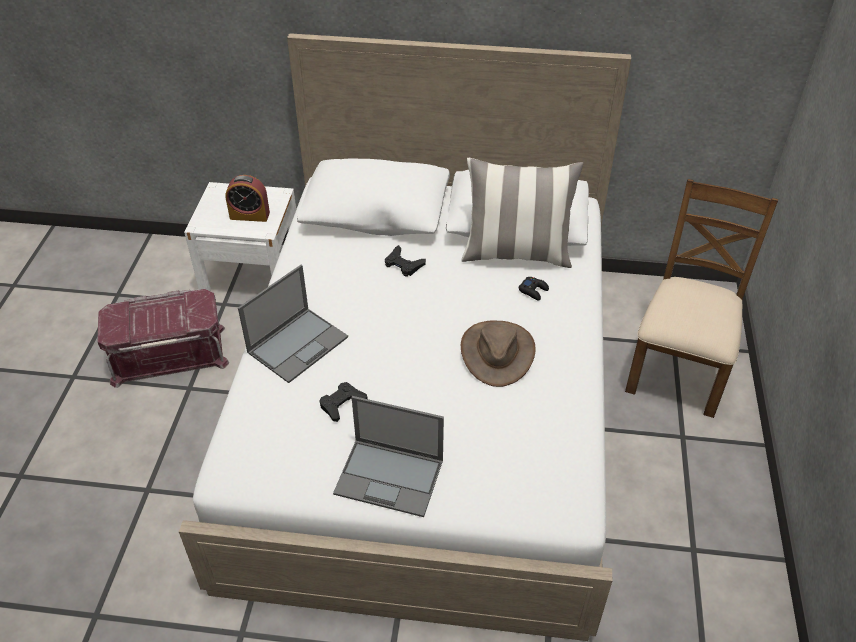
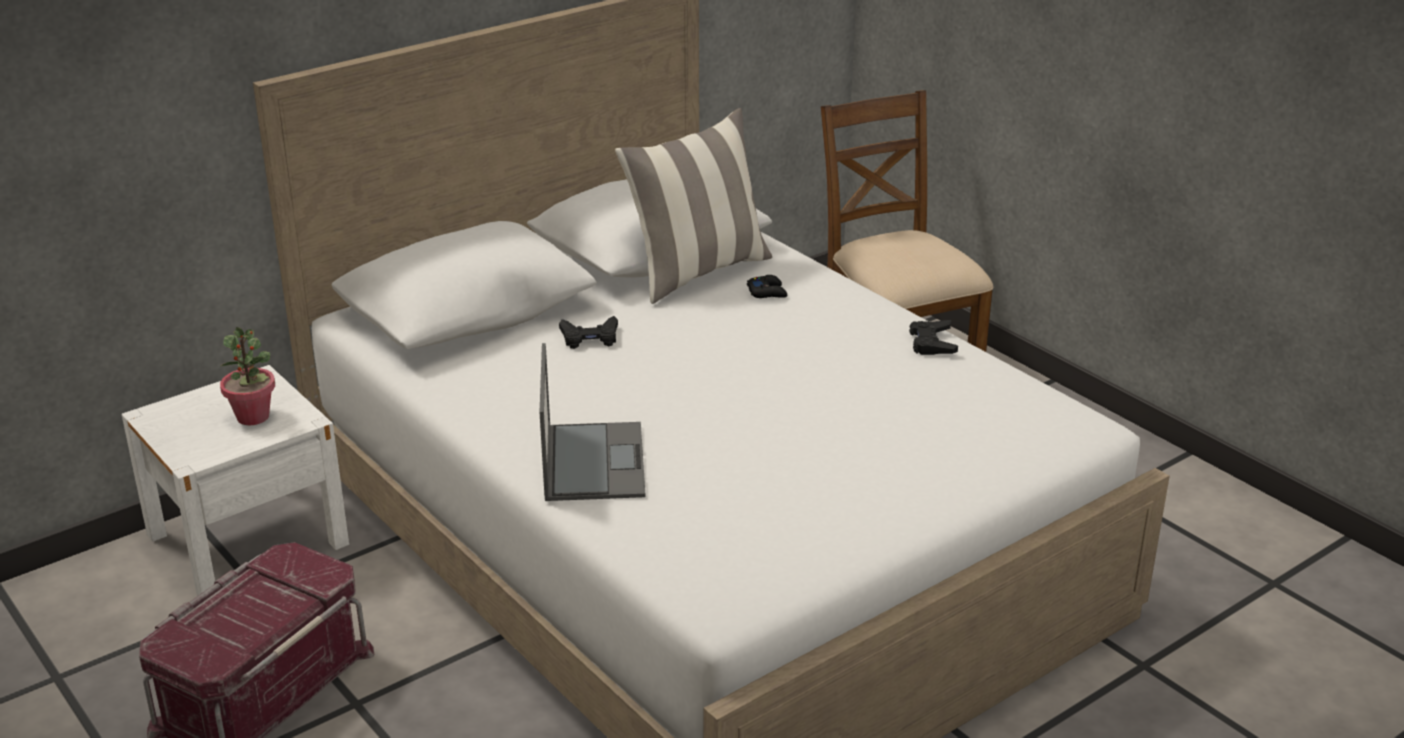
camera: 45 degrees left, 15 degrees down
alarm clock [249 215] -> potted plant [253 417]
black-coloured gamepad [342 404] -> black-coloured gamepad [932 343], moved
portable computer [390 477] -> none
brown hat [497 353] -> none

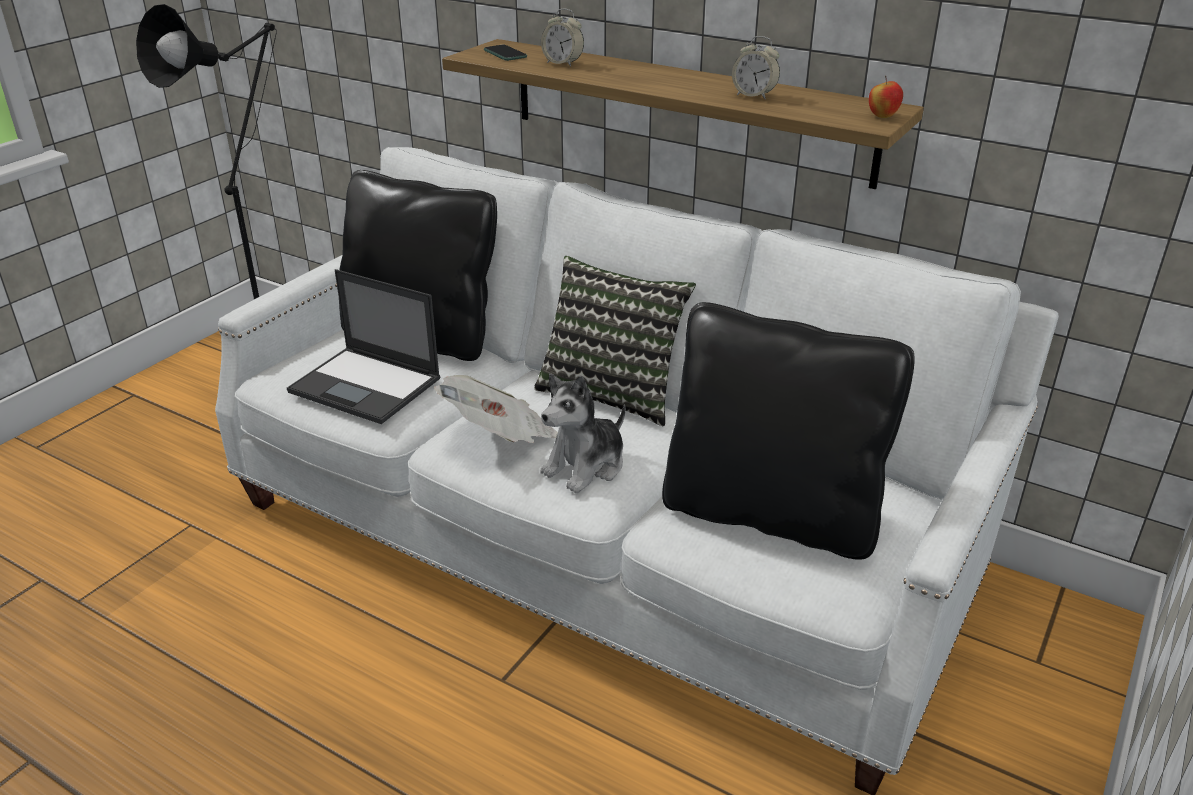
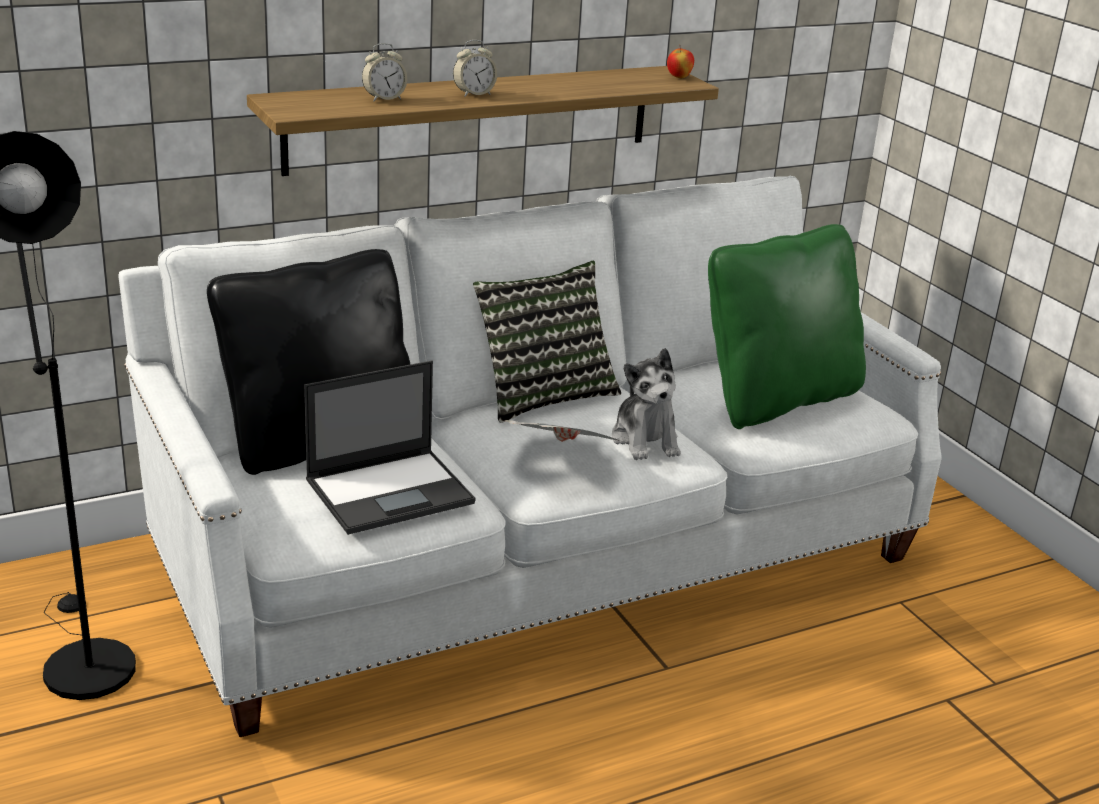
camera: 60 degrees left, 5 degrees down
handset [505 54] -> none
black-coloured pillow [770 514] -> green pillow [777 399]
alarm clock [754 95] -> alarm clock [474 94], moved

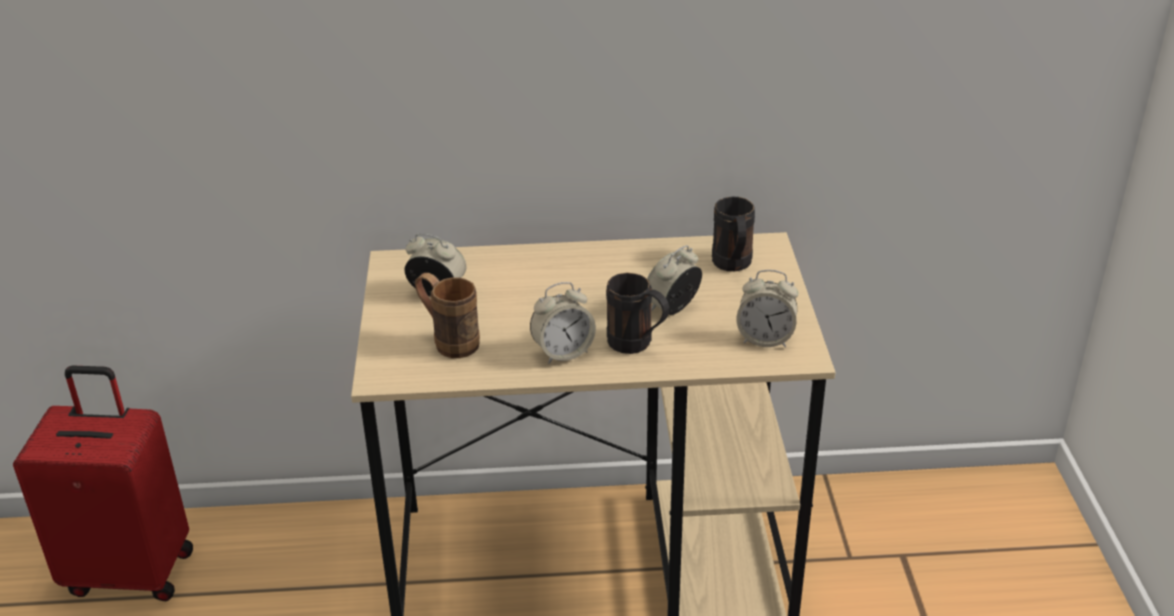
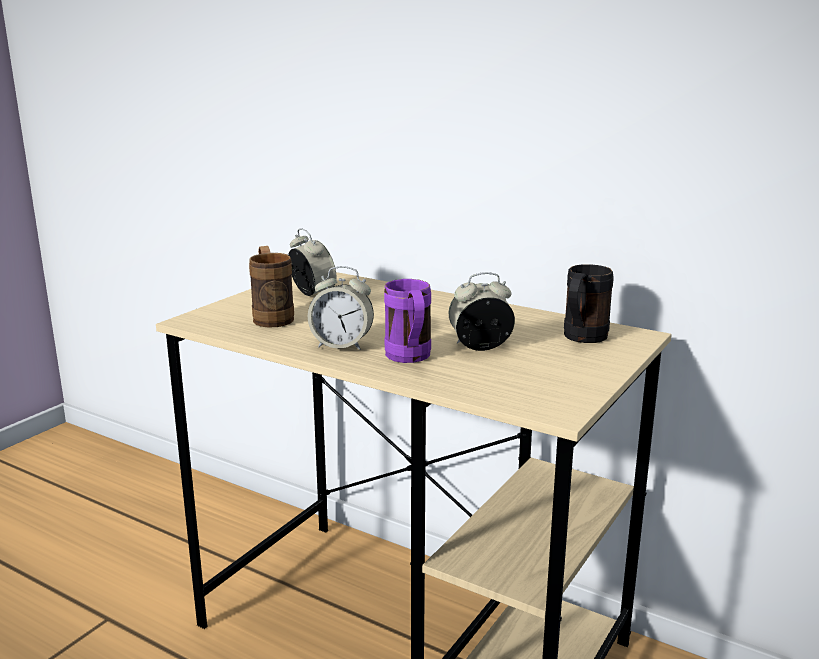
camera: 35 degrees right, 15 degrees down
red piece of luggage [131 570] -> none
black-coloured tea mug [637 345] -> purplish tea mug [410 359]
alarm clock [765 339] -> none

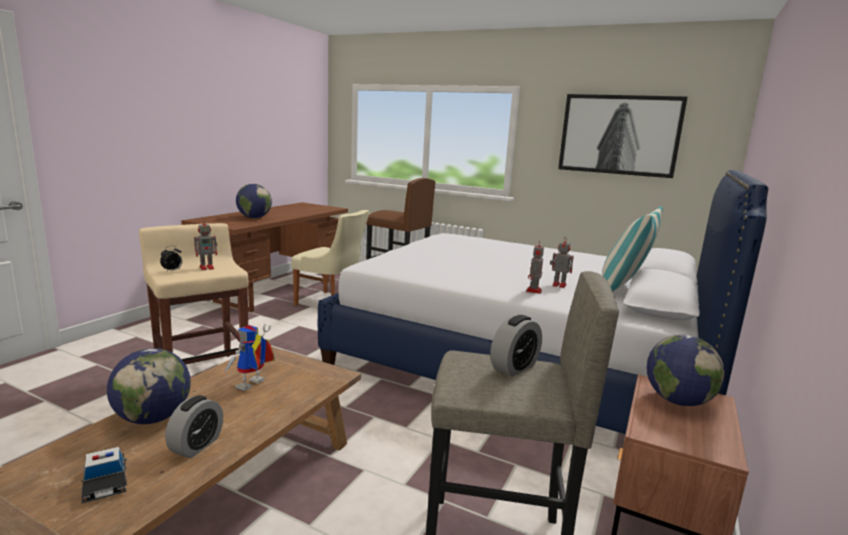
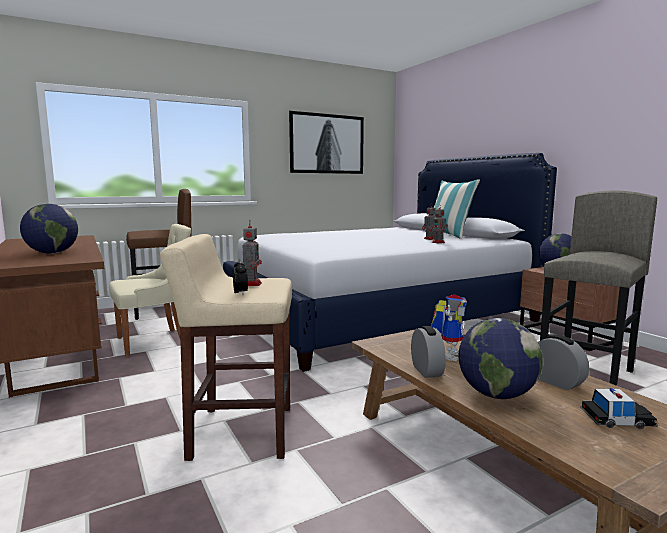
camera: 55 degrees left, 5 degrees down
model robot [252 386] -> model robot [449 354], 120 degrees counterclockwise
alarm clock [514 367] -> alarm clock [426 370], moved

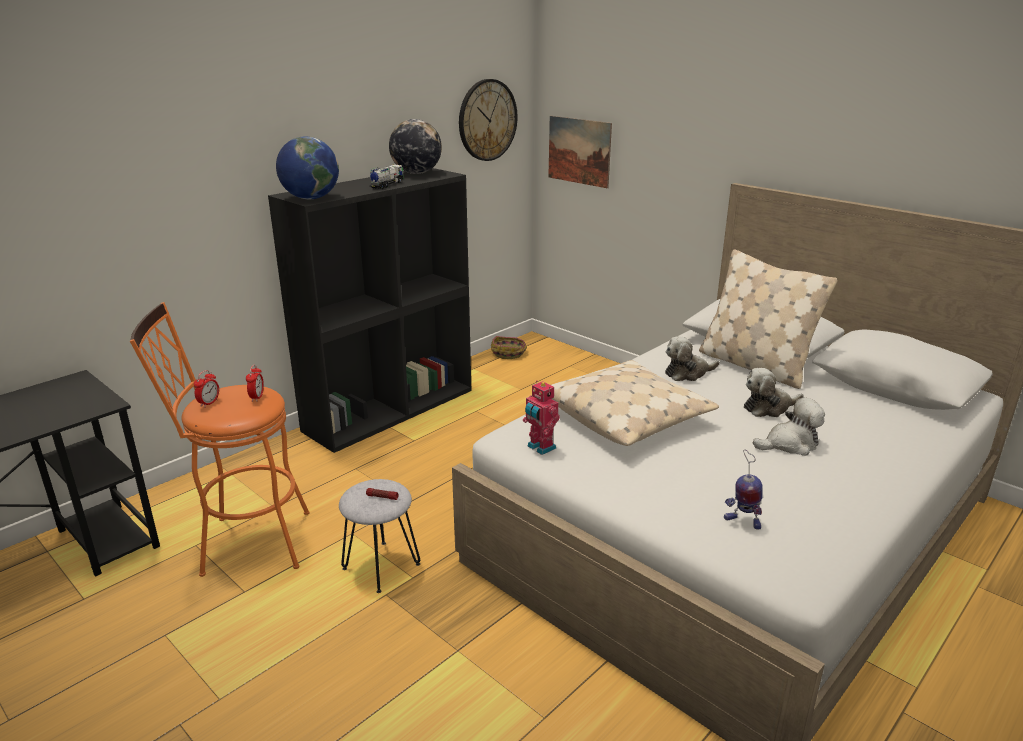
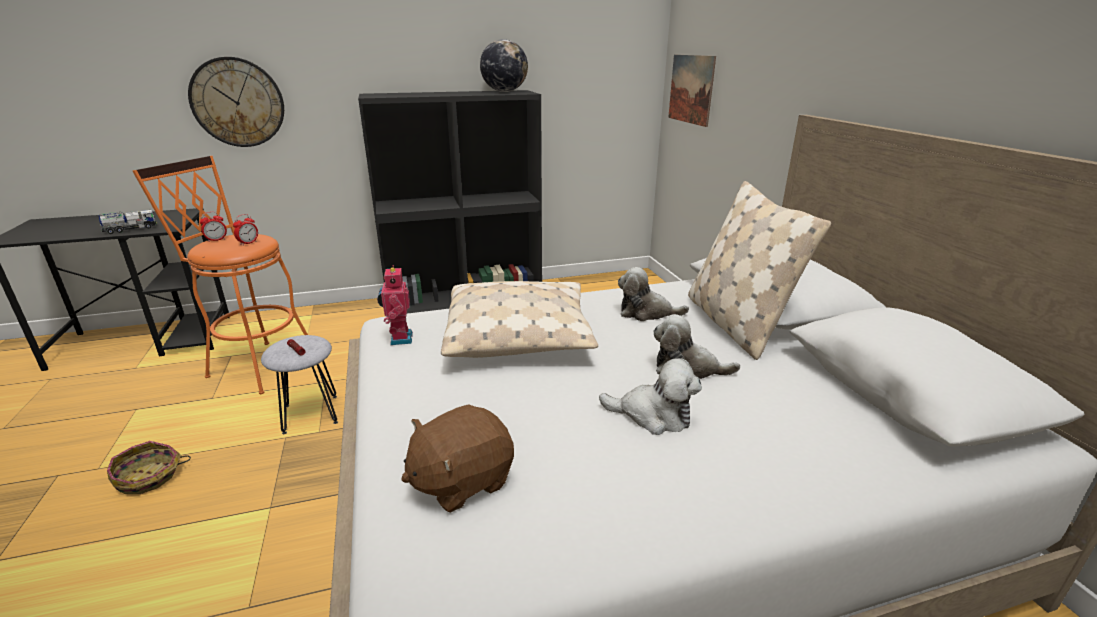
camera: 30 degrees right, 0 degrees up
world globe [311 198] -> none
model truck [386 185] -> model truck [131 229], moved
wall clock [487 120] -> wall clock [238 102], moved
basket [509 353] -> basket [149 477], moved
model robot [742 521] -> brown plush toy [461 481]

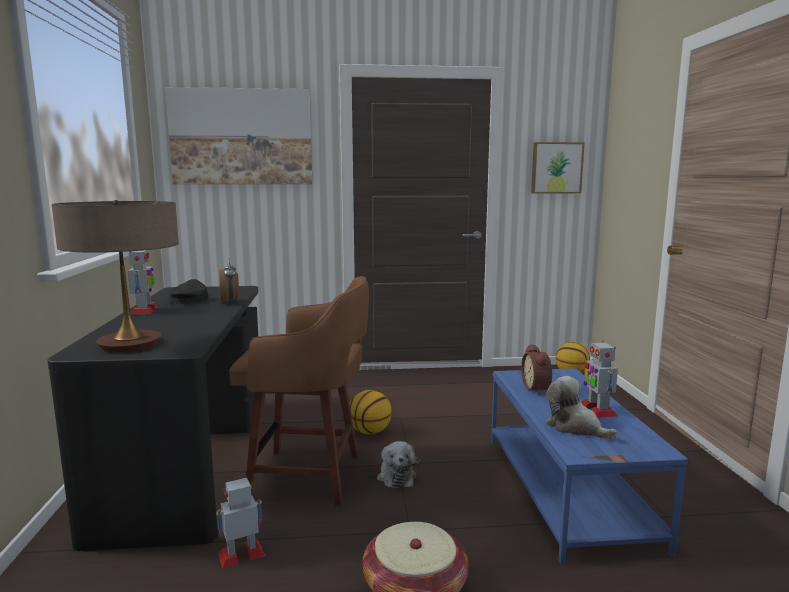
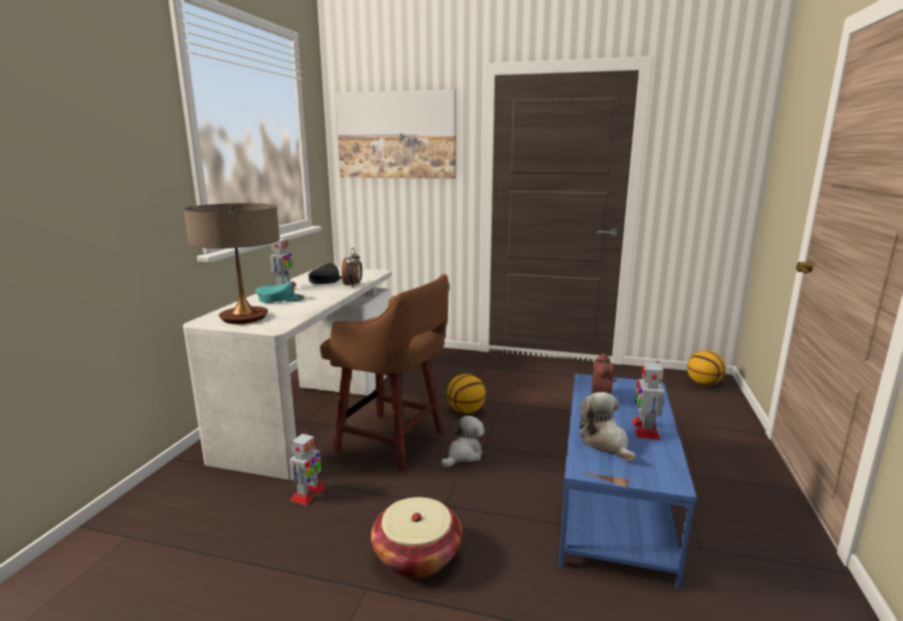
camera: 20 degrees right, 5 degrees up
black-coloured desk table [189 458] -> white-coloured desk table [314 409]
model robot [242 554] -> model robot [308 493], 120 degrees clockwise
plush toy [396 476] -> plush toy [464 455], 150 degrees counterclockwise
wall picture [556 168] -> none
none -> turquoise peaked cap [280 299]

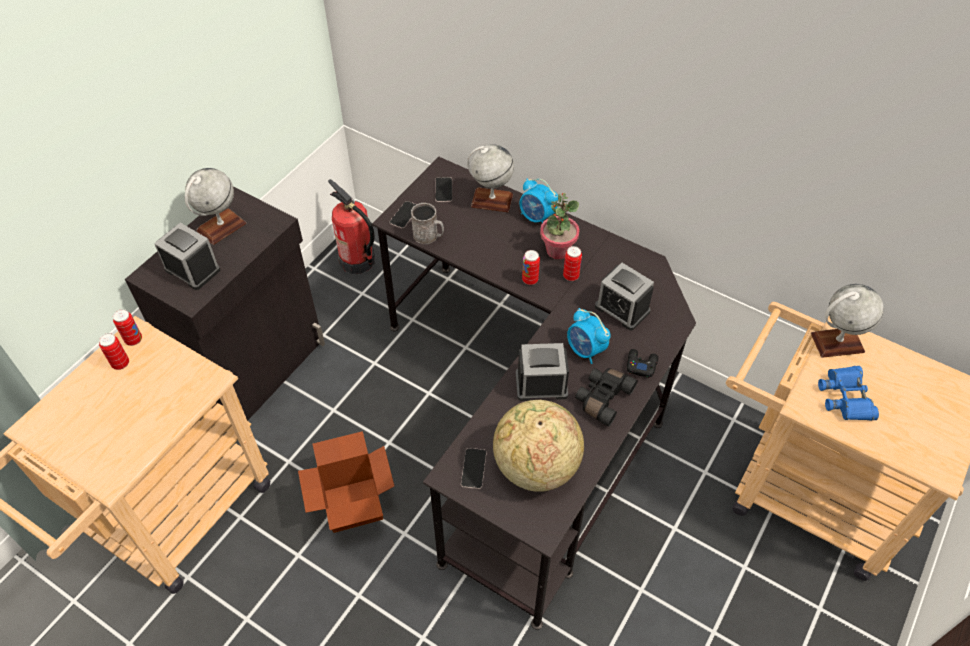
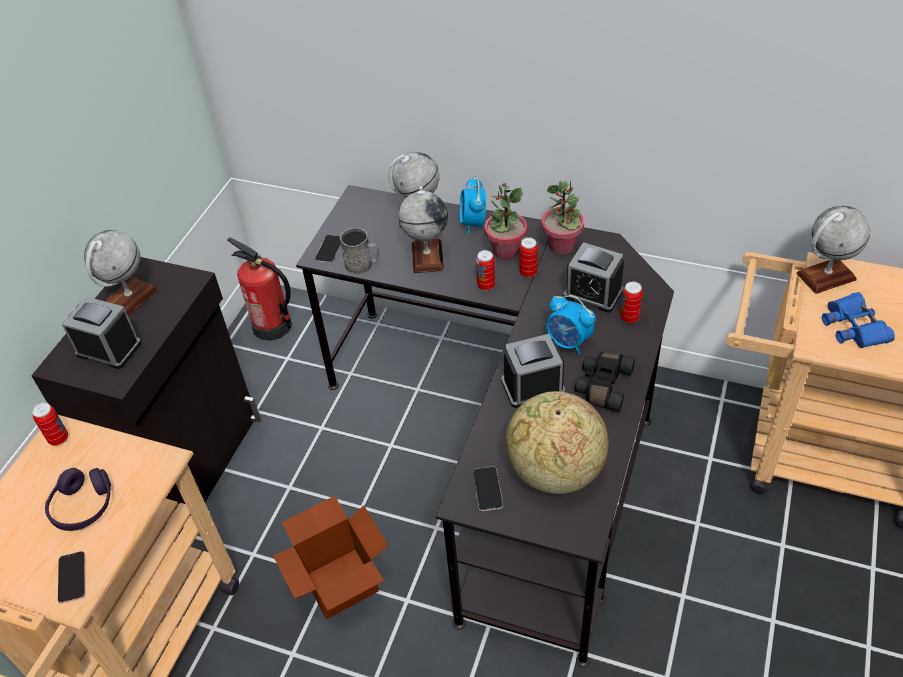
camera: 10 degrees left, 5 degrees down
metal can [120 363] -> metal can [629 317], moved
handset [443 190] -> handset [72 577], moved
alarm clock [537 218] -> alarm clock [473 223], 60 degrees clockwise
black-coloured gamepad [641 365] -> none
none -> purplish headphones [83 506]
none -> world globe [427 256]
none -> potted plant [562 246]

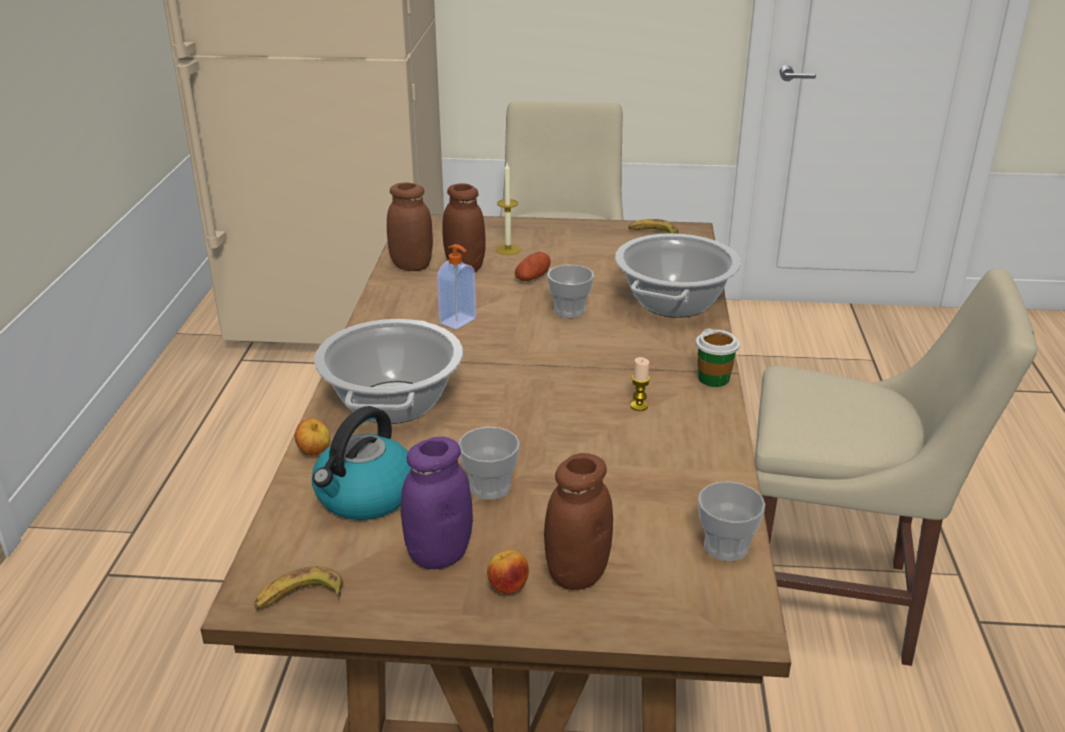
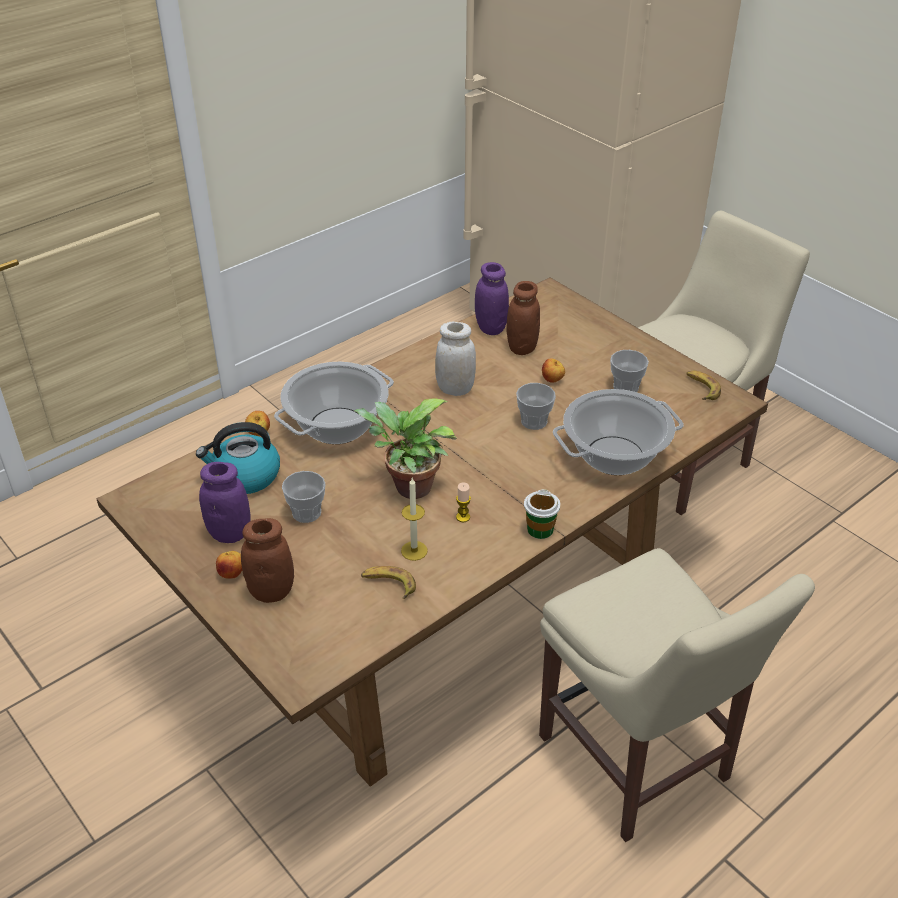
camera: 45 degrees right, 10 degrees up
banana [299 598] -> banana [388 584], moved
brown jar [411 266] -> purplish jar [491 328]
soap dispenser [458 321] -> white-coloured jar [455 389]
wax light [508 250] -> wax light [414 550], moved
potato [532 277] -> apple fruit [552 380]
cup [726 546] -> cup [626 387], moved
none -> potted plant [408 488]

